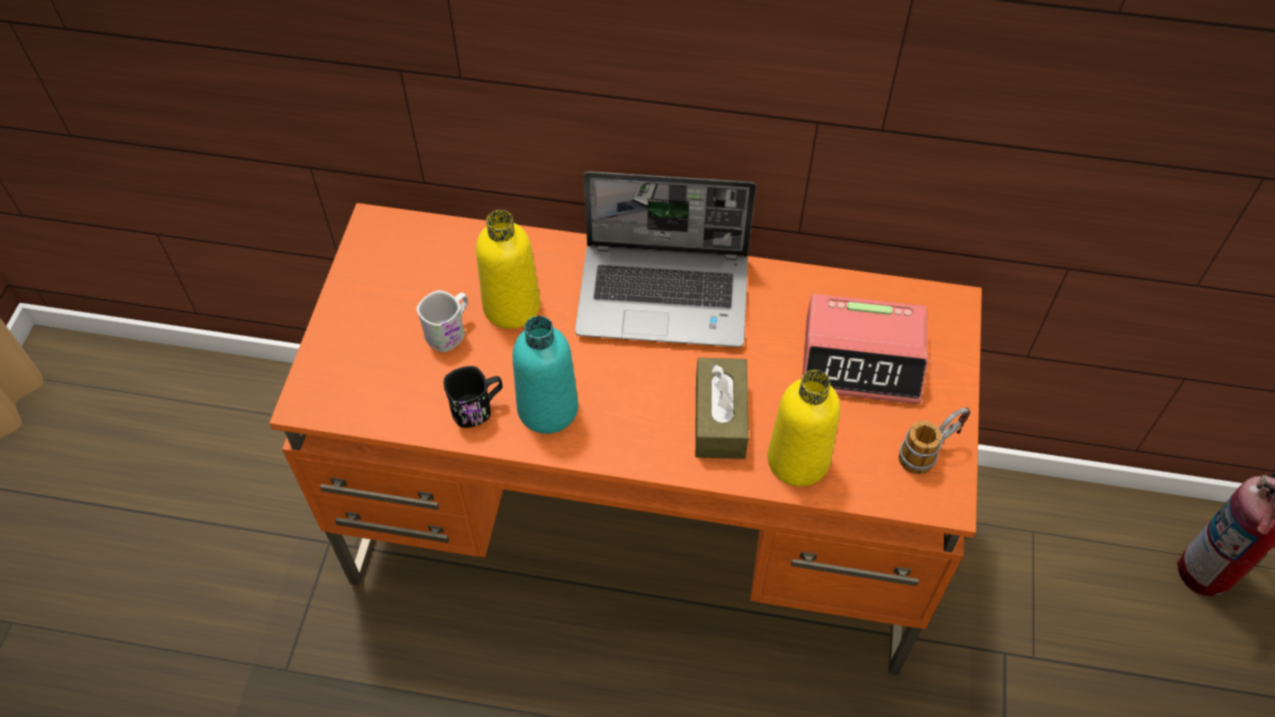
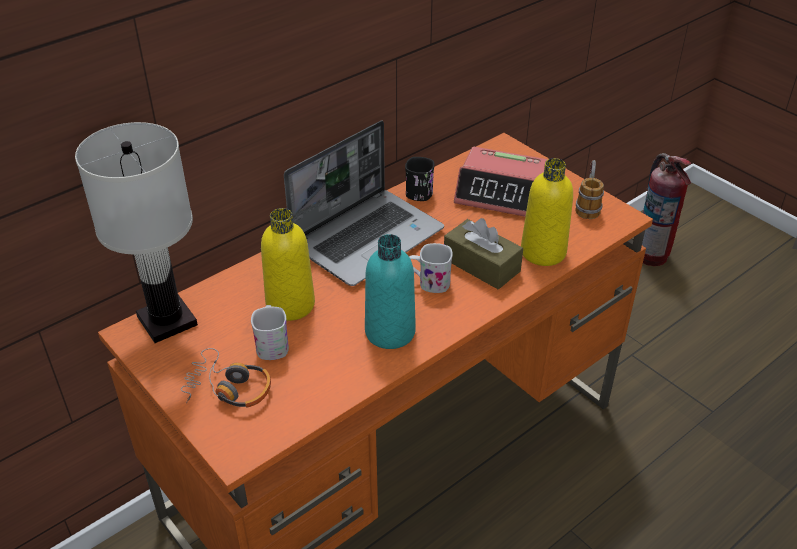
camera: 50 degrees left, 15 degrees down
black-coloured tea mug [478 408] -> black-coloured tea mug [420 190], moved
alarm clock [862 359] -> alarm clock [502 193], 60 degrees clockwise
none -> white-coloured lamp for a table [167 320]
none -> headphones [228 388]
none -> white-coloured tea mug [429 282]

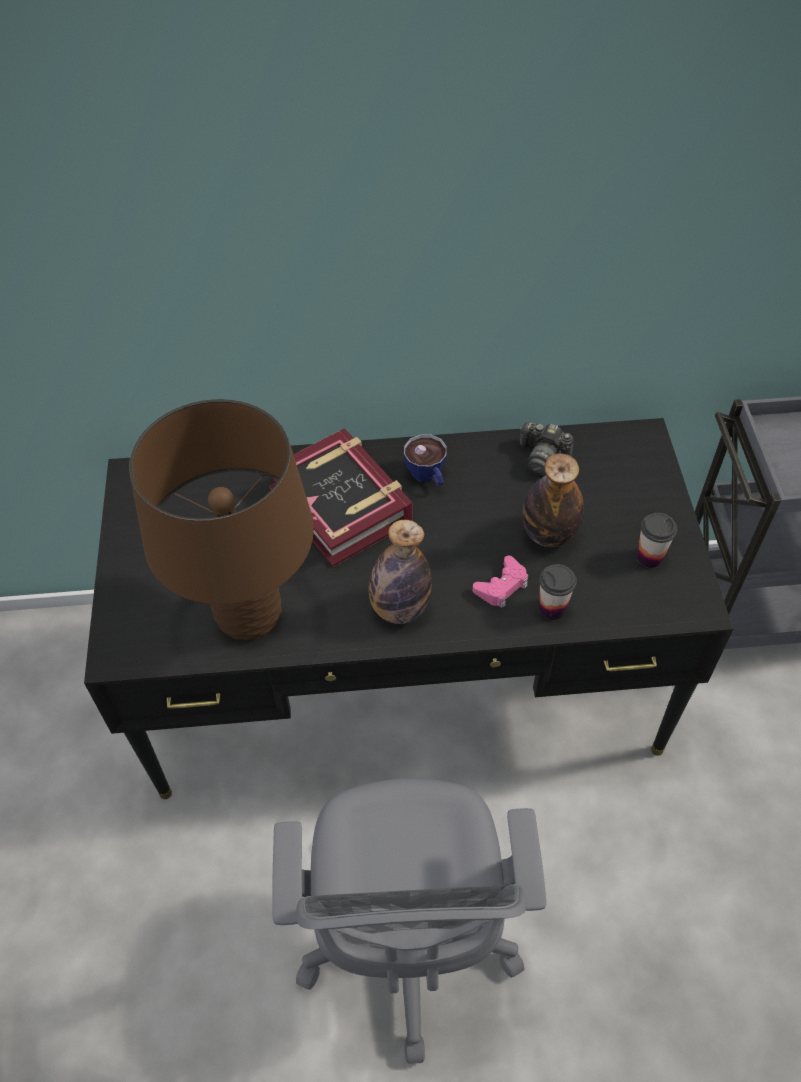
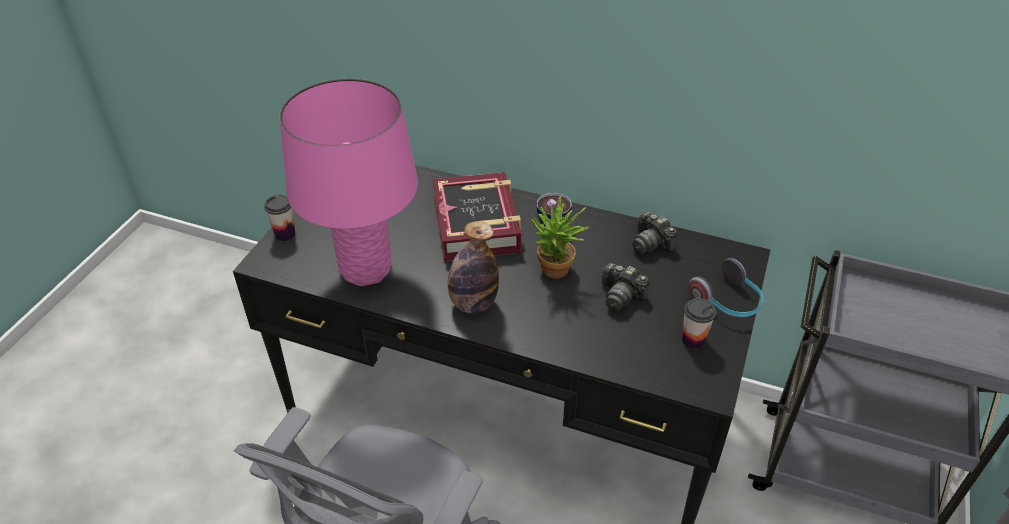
camera: 25 degrees right, 10 degrees down
brown lamp for a table [248 614] -> pinkish lamp for a table [365 269]
pinkish gamepad [502 586] -> none
beverage bottle [549 534] -> photo camera [621 296]
cup [552 608] -> cup [285 234], moved
none -> potted plant [554 273]
none -> headphones [728 302]

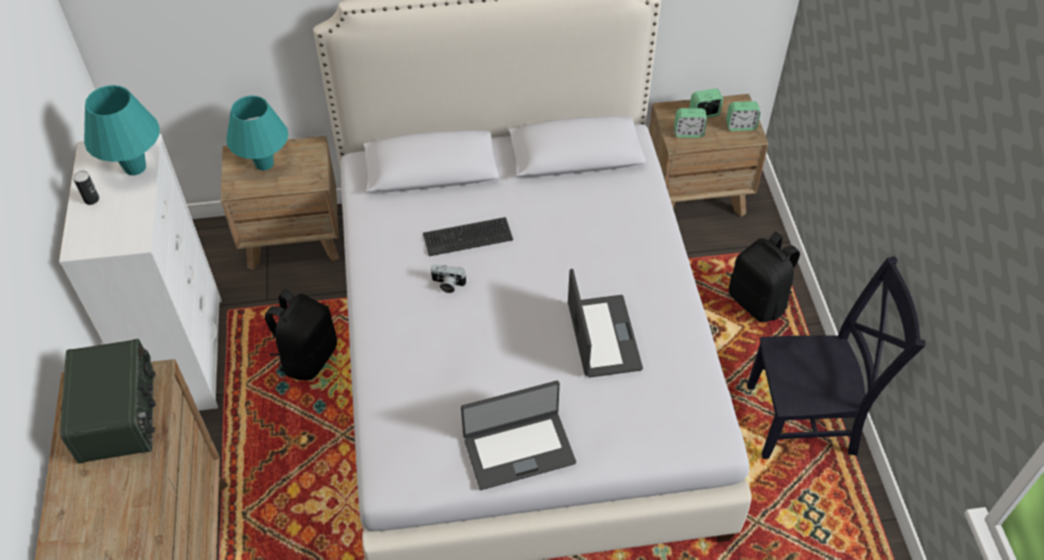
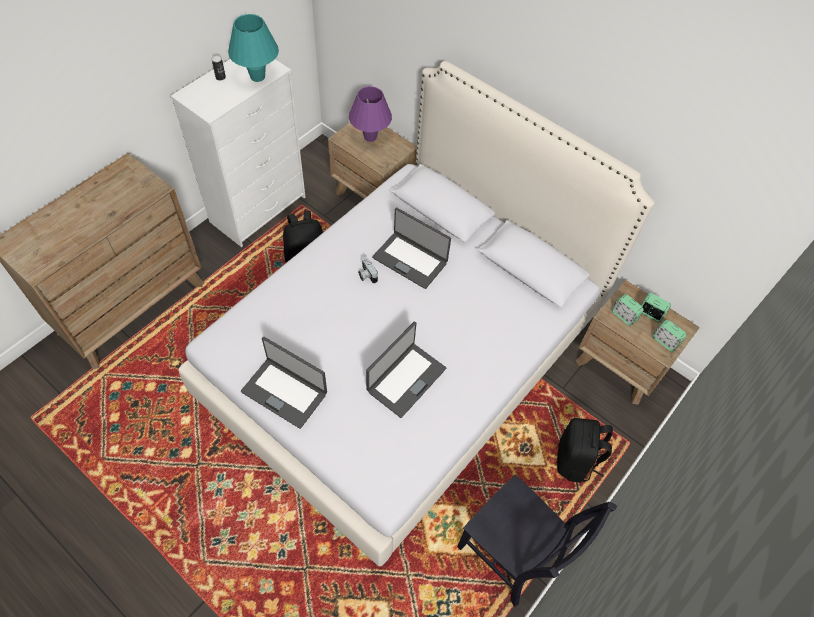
camera: 45 degrees right, 5 degrees up
radio [119 415] -> none
turquoise lamp for a table [264 164] -> purplish lamp for a table [370 137]
computer keyboard [467 236] -> portable computer [410 259]

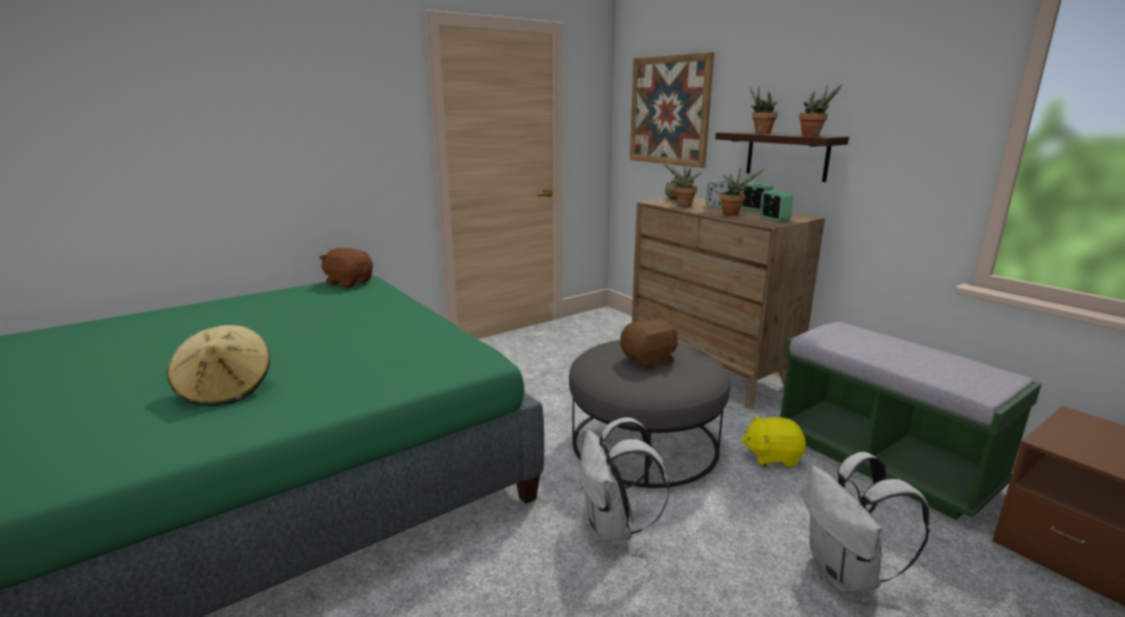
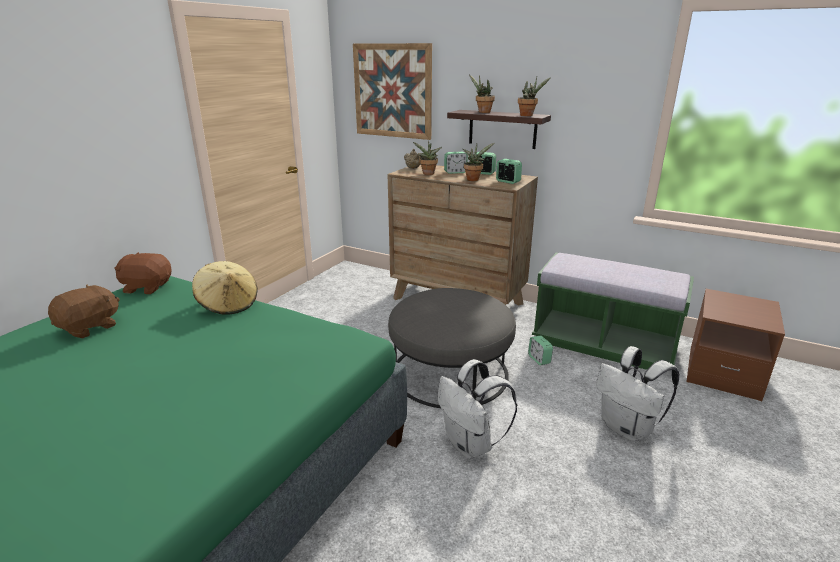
camera: 25 degrees left, 5 degrees up
beige-coloured hat [226 390] -> beige-coloured hat [228 304], moved
brown plush toy [649 360] -> brown plush toy [90 327], moved
yellow plush toy [772 456] -> alarm clock [539 359]

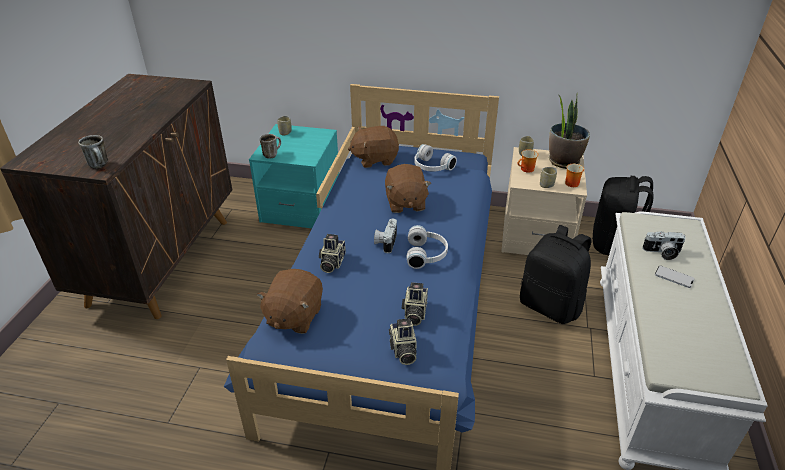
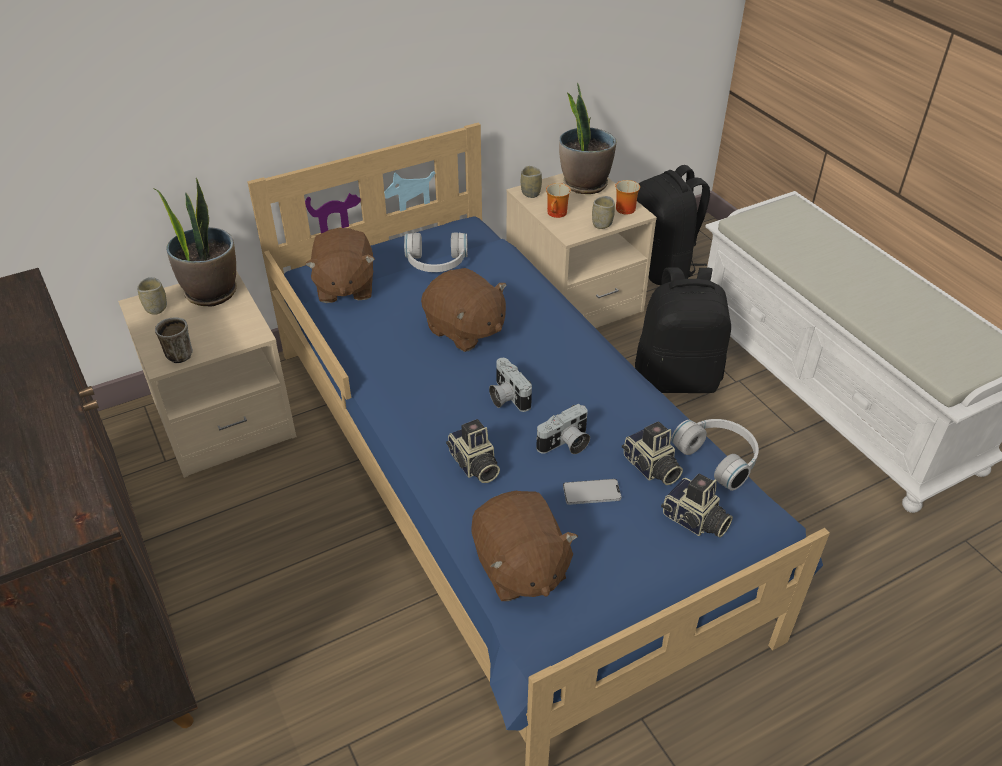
camera: 40 degrees left, 5 degrees up
tea mug [100 165] -> none
turquoise nightstand [301 206] -> beige-coloured nightstand [223 418]
brown plush toy [375 159] -> brown plush toy [344 287], 45 degrees counterclockwise
white-coloured headphones [427 254] -> white-coloured headphones [719 457], moved
photo camera [662 253] -> photo camera [565 444], moved
handset [674 277] -> handset [591 492], moved
none -> potted plant [211 292]

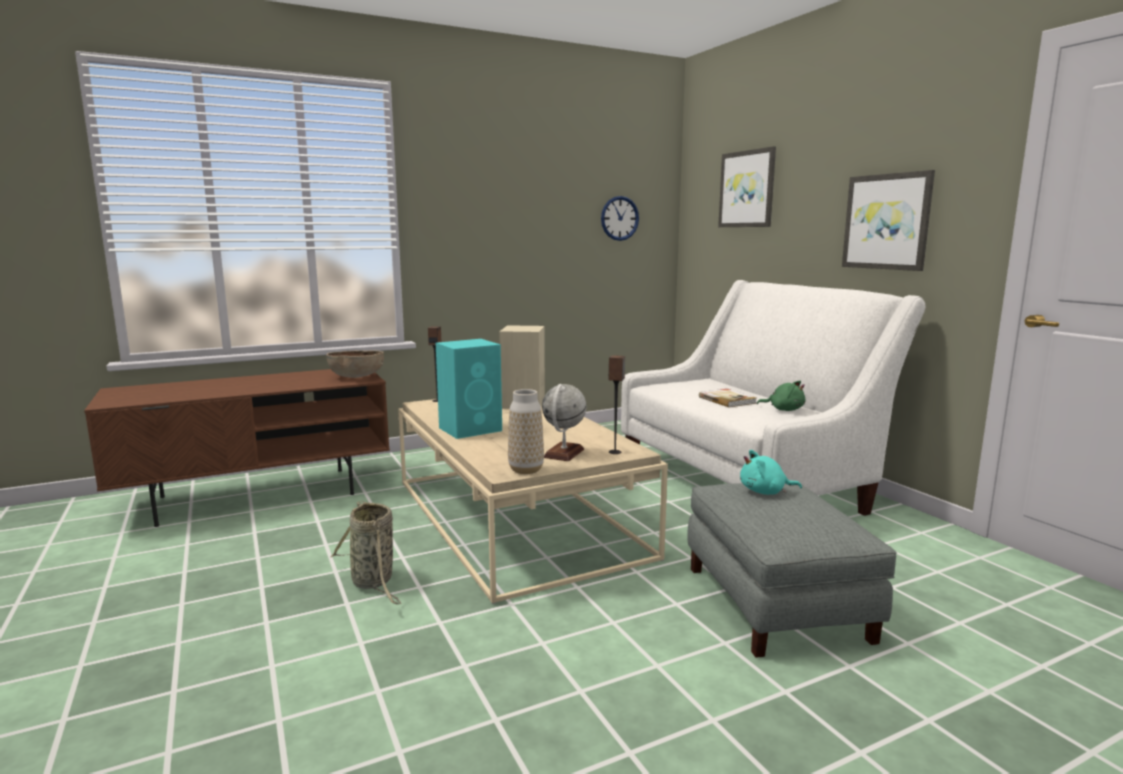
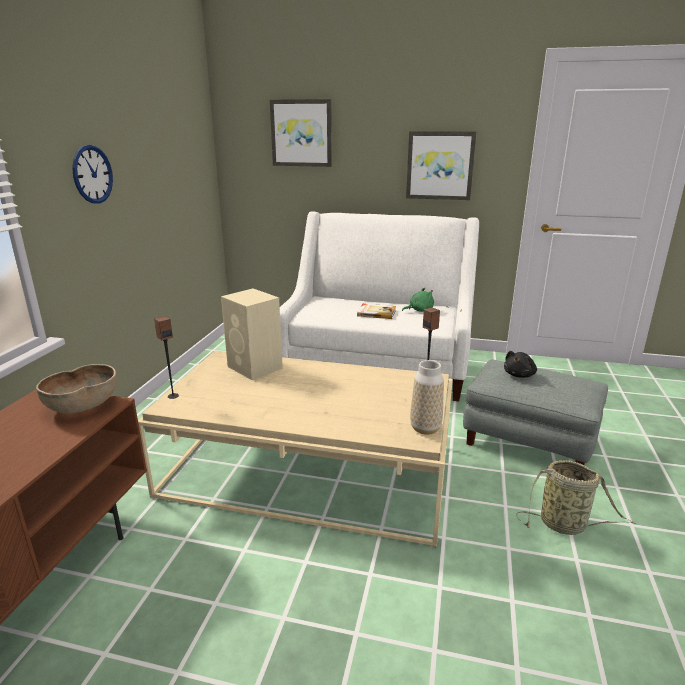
camera: 50 degrees left, 10 degrees up
basket [373 582] -> basket [565 525], moved
turquoise audio speaker [471 429] -> none
world globe [564 453] -> none
wall clock [619 218] -> wall clock [92 174], moved
turquoise plush toy [765 492] -> black-coloured plush toy [519 375]

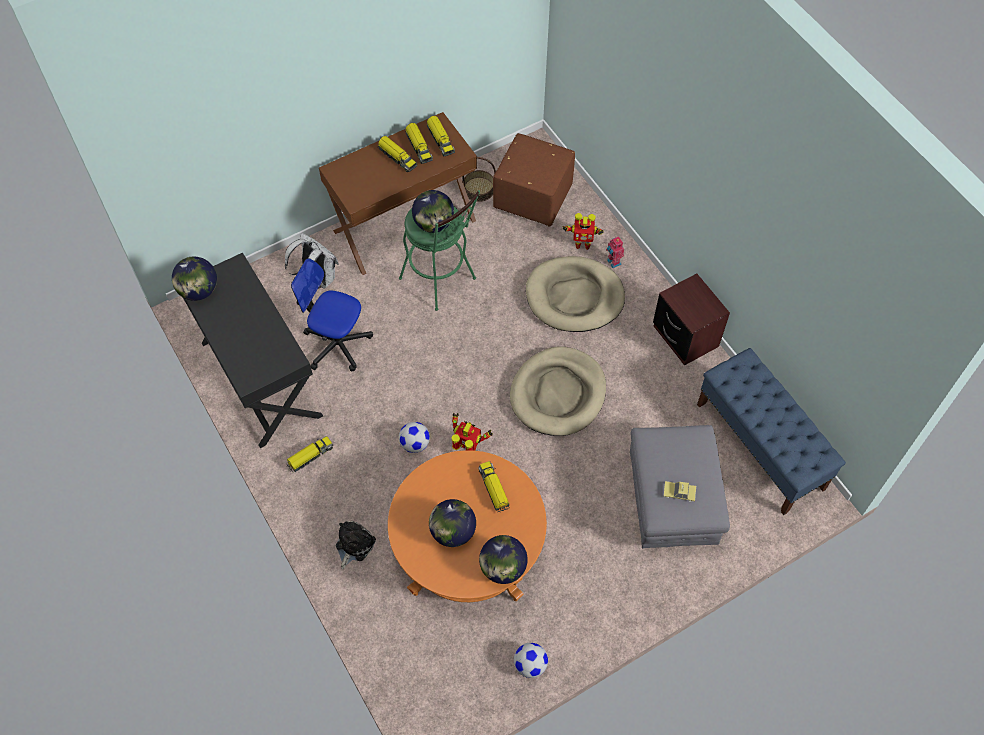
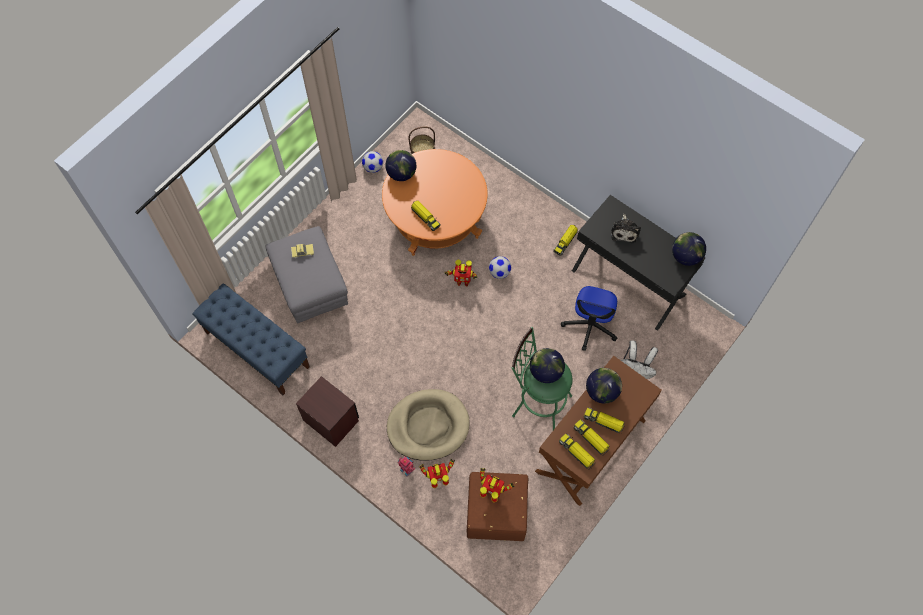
camera: 160 degrees right, 5 degrees up
desk chair [337 343] -> desk chair [590 326], 105 degrees clockwise
plush toy [353 545] -> plush toy [624 231], moved
world globe [453 532] -> world globe [601 391], moved
basket [478 189] -> basket [422 149], moved
beige-coloured pet bed [558 394] -> none
none -> model robot [492 492]

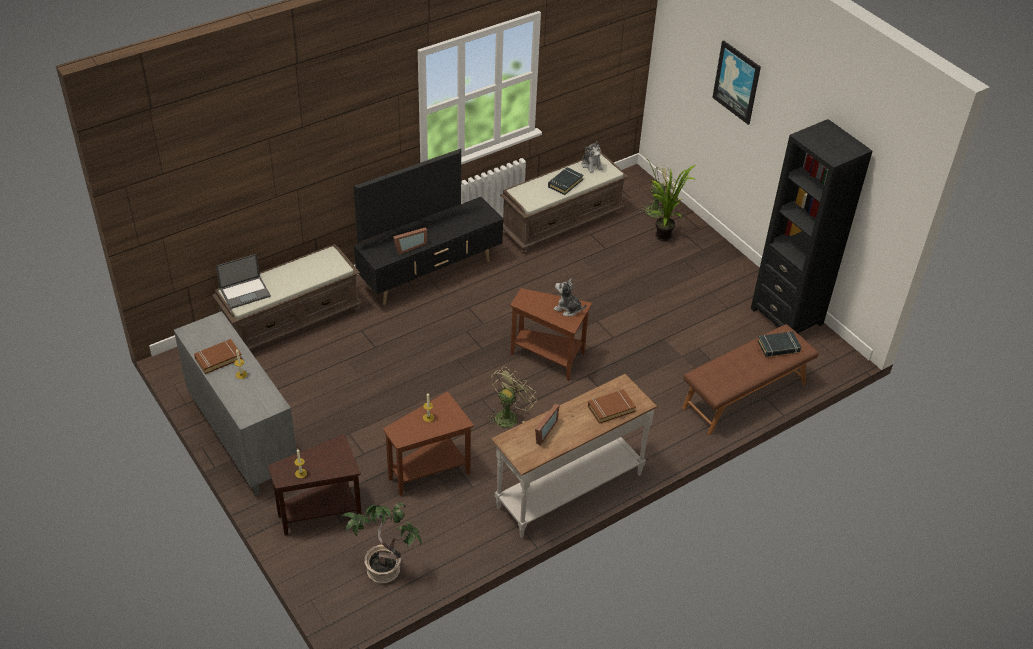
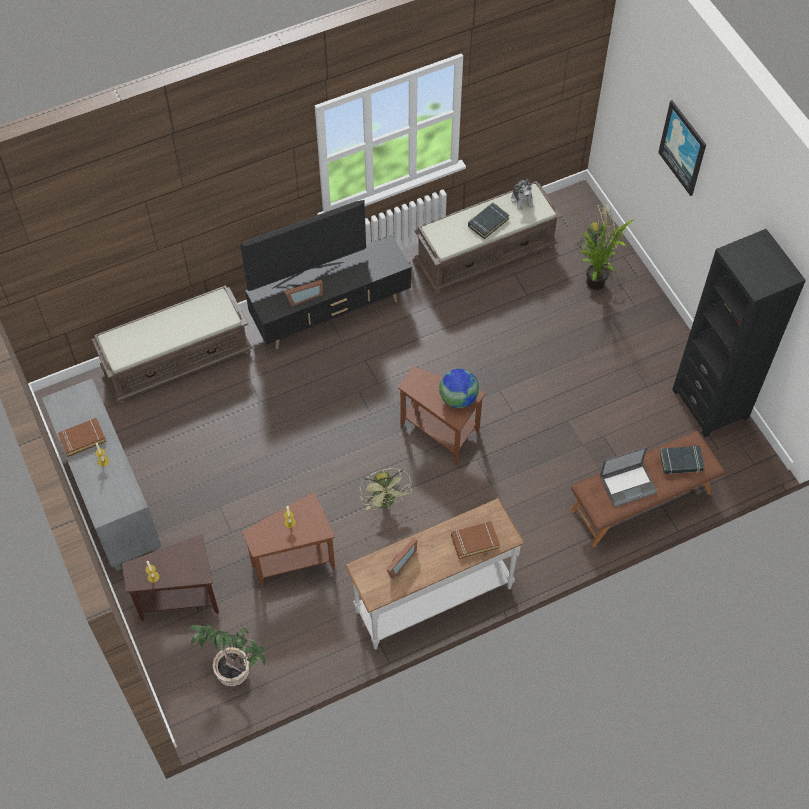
camera: 10 degrees right, 15 degrees up
portable computer [245 292] -> portable computer [628 484], moved
green electric fan [508 415] -> green electric fan [386 501], 120 degrees clockwise
plush toy [568 309] -> world globe [458 398]

